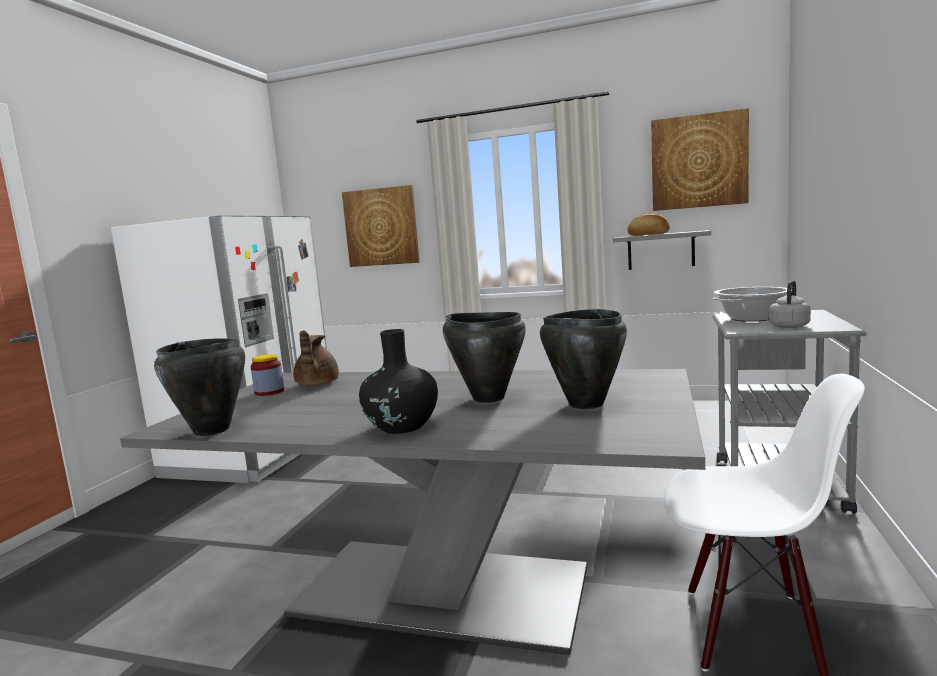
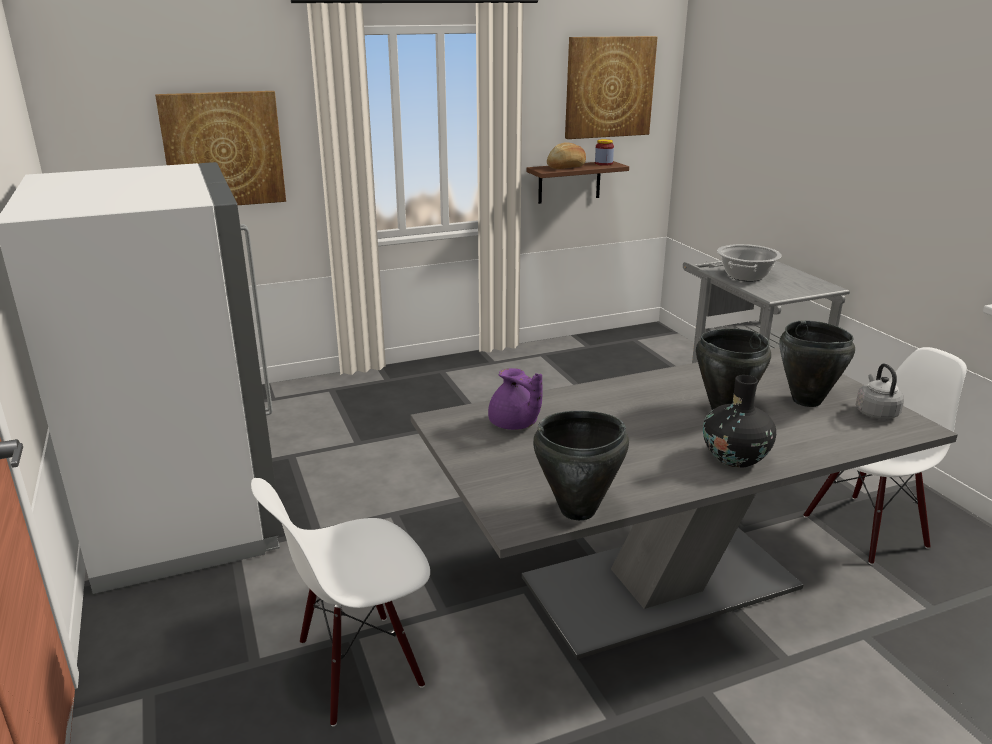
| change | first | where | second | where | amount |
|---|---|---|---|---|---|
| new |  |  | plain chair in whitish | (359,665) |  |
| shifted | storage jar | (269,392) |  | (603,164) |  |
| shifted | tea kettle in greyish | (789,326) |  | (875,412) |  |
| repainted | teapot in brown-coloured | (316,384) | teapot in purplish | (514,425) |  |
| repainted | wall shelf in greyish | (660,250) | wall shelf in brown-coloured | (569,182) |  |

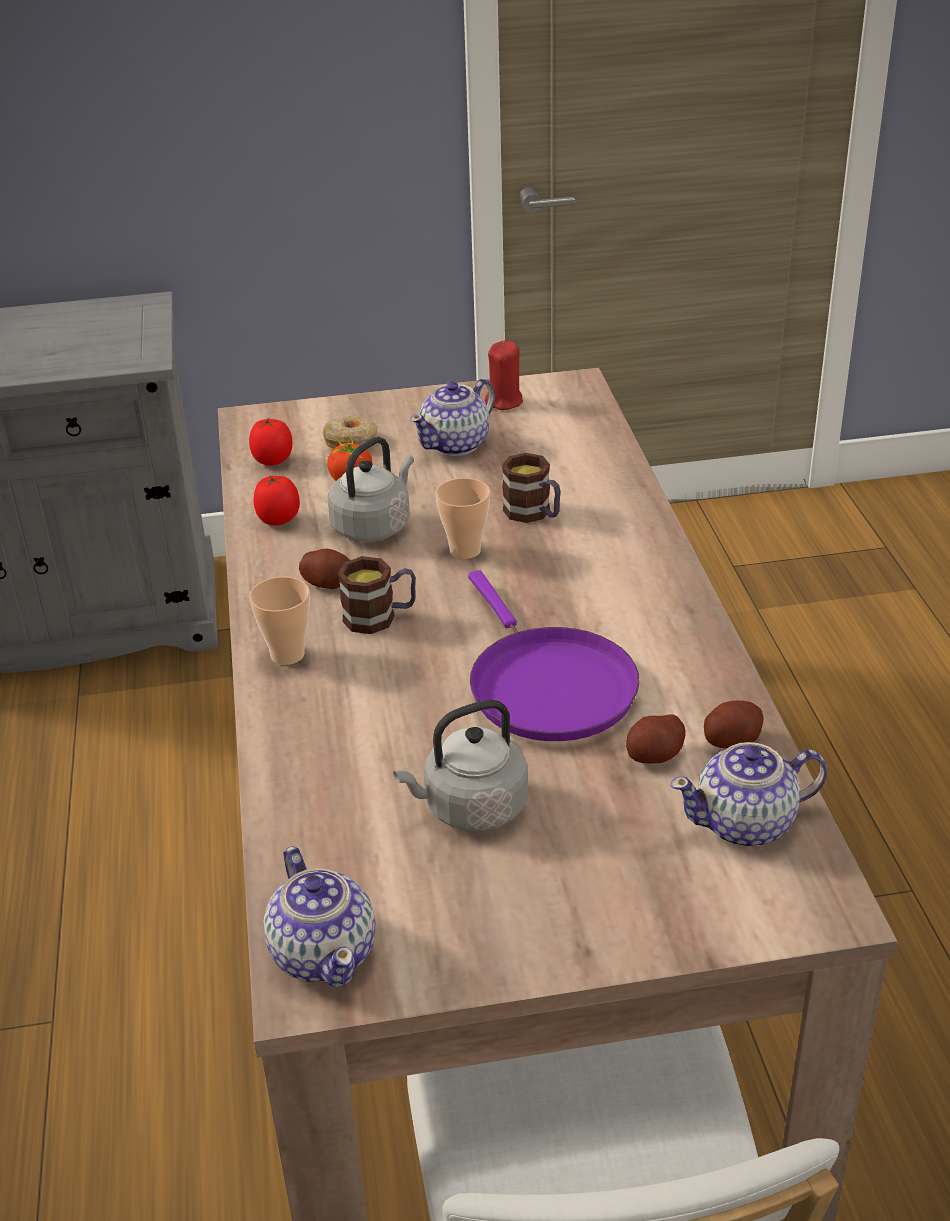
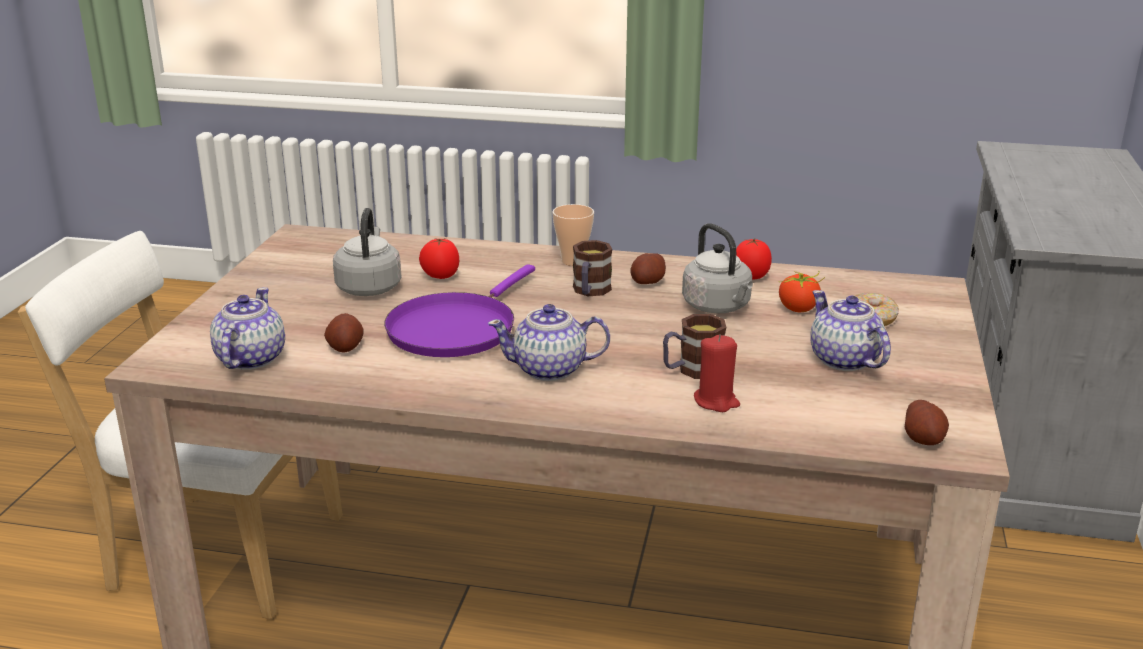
| change | first | where | second | where | amount |
|---|---|---|---|---|---|
| gone | drinking cup | (465,550) |  |  |  |
| shifted | tomato | (273,461) |  | (440,276) |  |
| shifted | teapot | (324,952) |  | (550,370) |  |
| shifted | wax candle in red | (504,401) |  | (716,401) |  |
| shifted | potato | (731,740) |  | (923,438) |  |
| rotated | frying pan in purplish | (547,686) |  | (455,329) | 60 degrees counterclockwise |

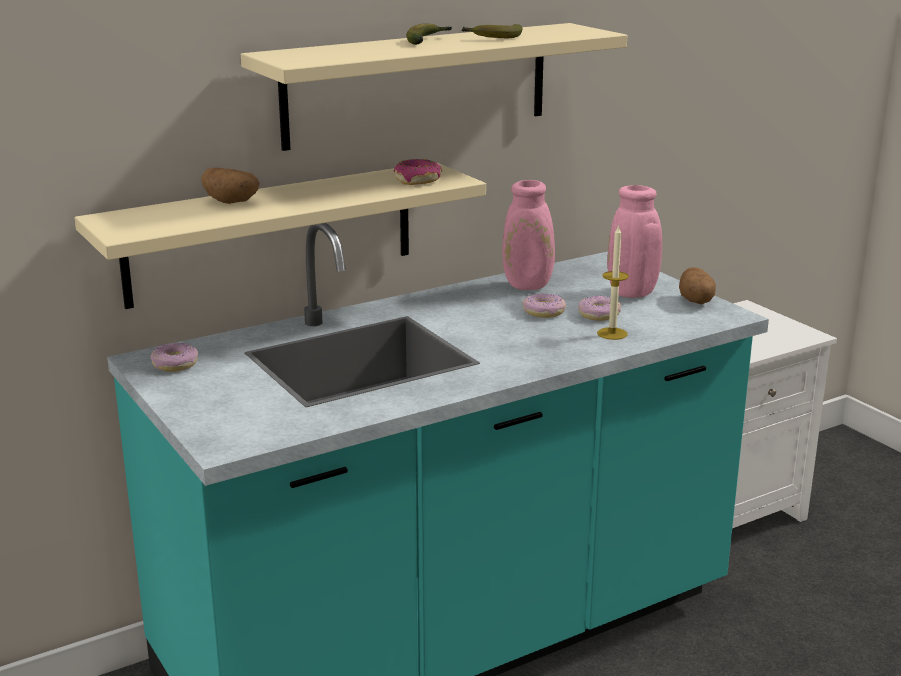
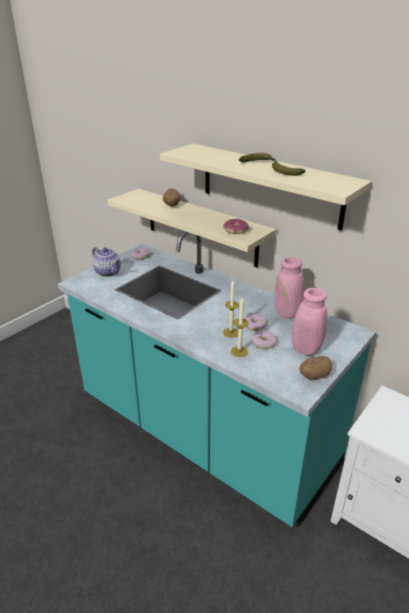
| change | first | where | second | where | amount |
|---|---|---|---|---|---|
| new |  |  | teapot | (108,272) |  |
| new |  |  | wax candle | (231,332) |  |

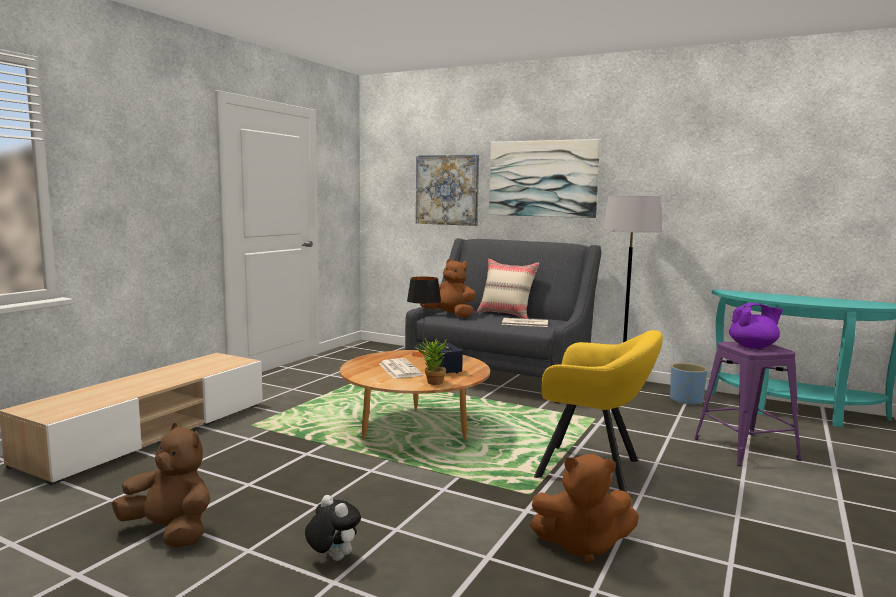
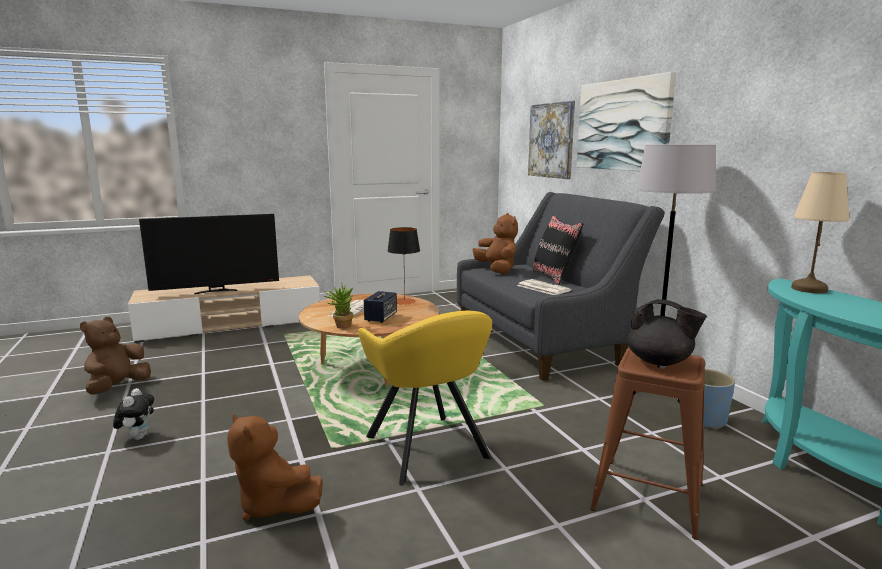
| change | first | where | second | where | amount |
|---|---|---|---|---|---|
| new |  |  | TV set | (216,291) |  |
| new |  |  | table lamp in beige | (809,289) |  |
| repainted | pillow in beige | (506,314) | pillow in black-coloured | (554,277) |  |
| repainted | stool in purplish | (745,449) | stool in brown-coloured | (648,496) |  |
| repainted | teapot in purplish | (753,347) | teapot in black-coloured | (660,362) |  |
| rotated | plush toy in brown-coloured | (170,532) |  | (117,387) | 135 degrees counterclockwise |

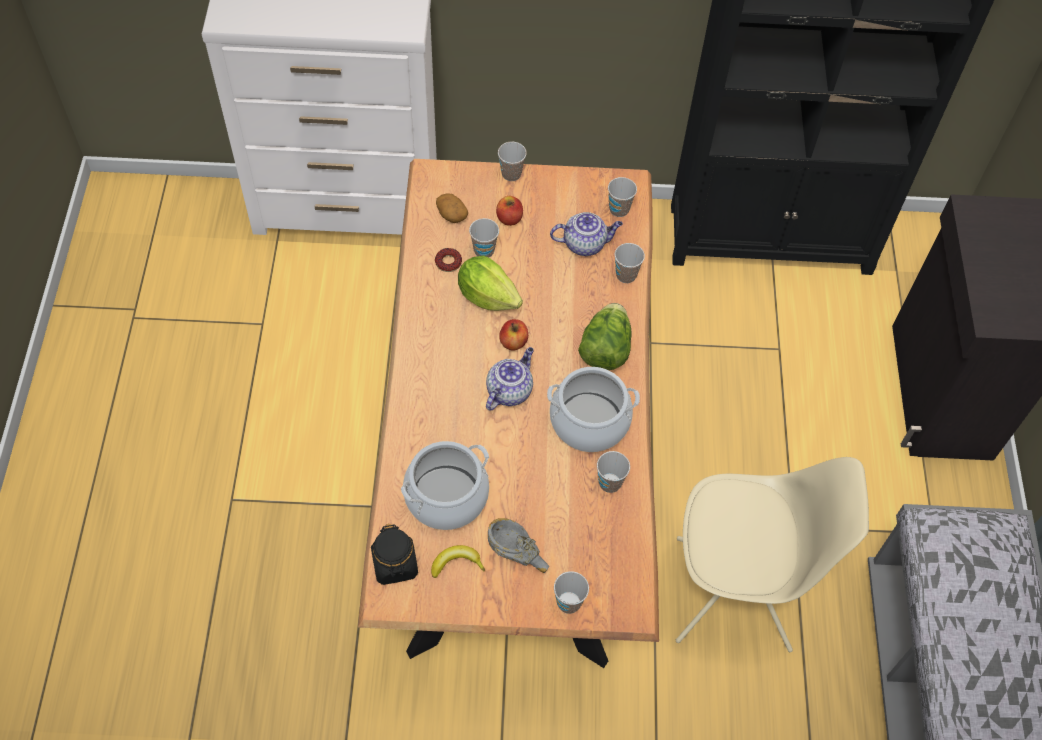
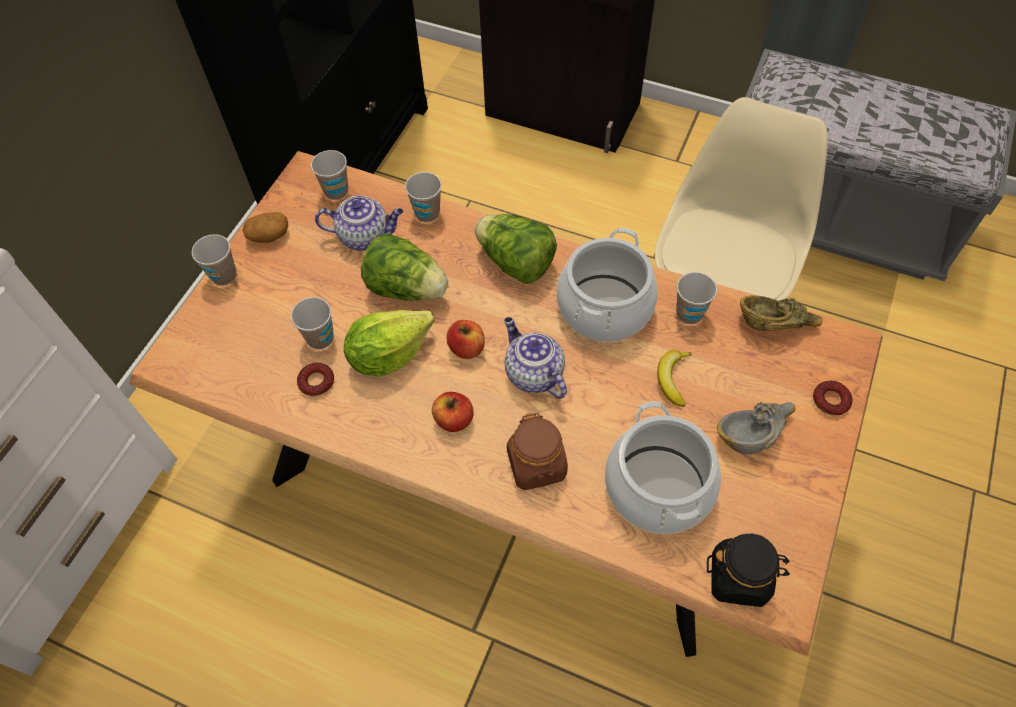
| change | first | where | second | where | amount |
|---|---|---|---|---|---|
| new |  |  | lettuce head | (407,288) |  |
| new |  |  | storage jar in brown-coloured | (537,465) |  |
| new |  |  | deep dish in brown-coloured | (776,322) |  |
| shifted | banana fruit | (456,563) |  | (672,379) |  |
| shifted | potato | (451,214) |  | (268,235) |  |
| shifted | whole apple | (509,218) |  | (454,420) |  |
| swapped | drinking cup | (569,602) | doughnut | (830,401) |  |
| rotated | teapot | (585,244) |  | (365,236) | 75 degrees clockwise |

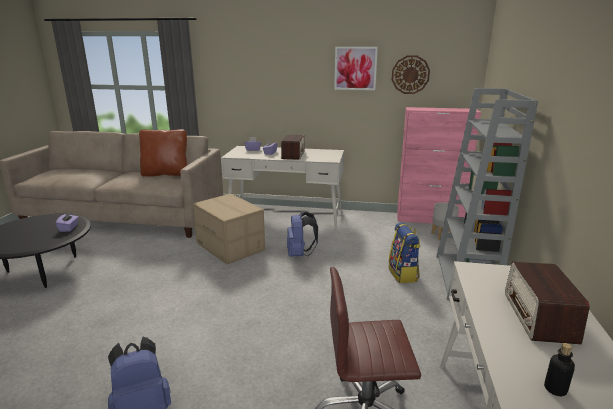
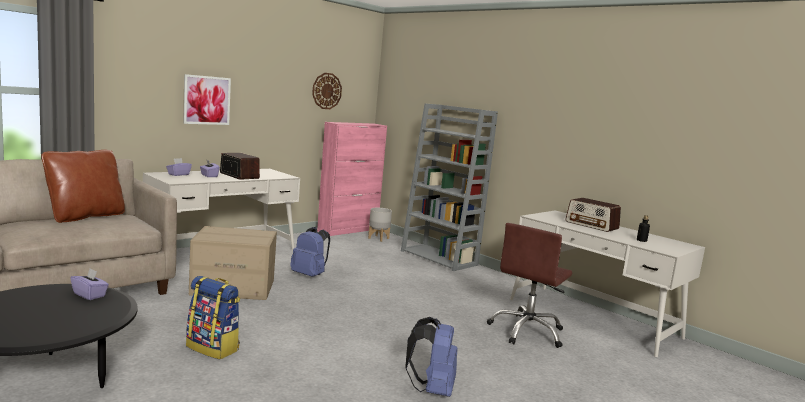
| change | first | where | second | where | amount |
|---|---|---|---|---|---|
| shifted | wall picture | (355,68) |  | (206,100) |  |
| shifted | rucksack | (403,274) |  | (213,348) |  |

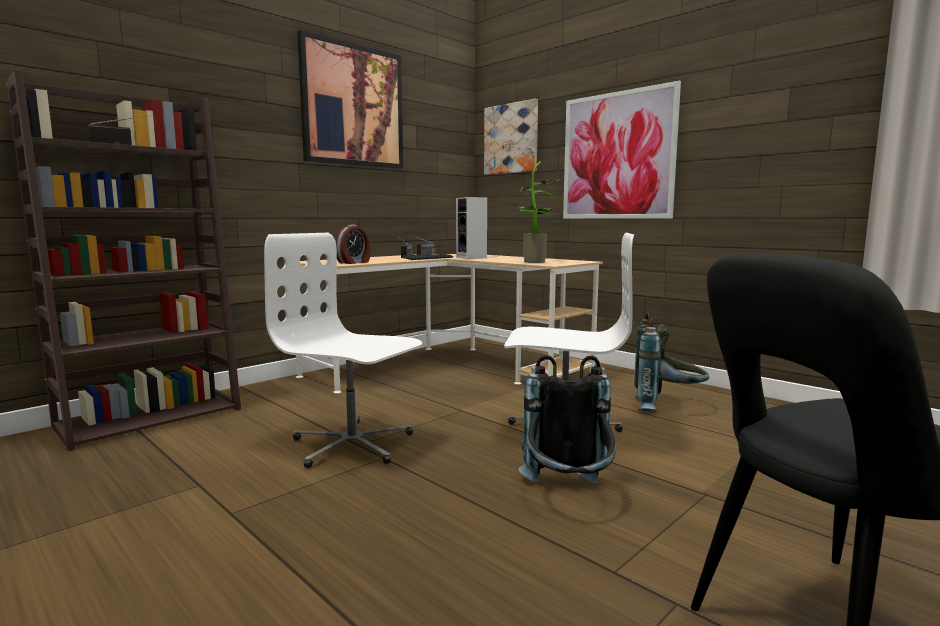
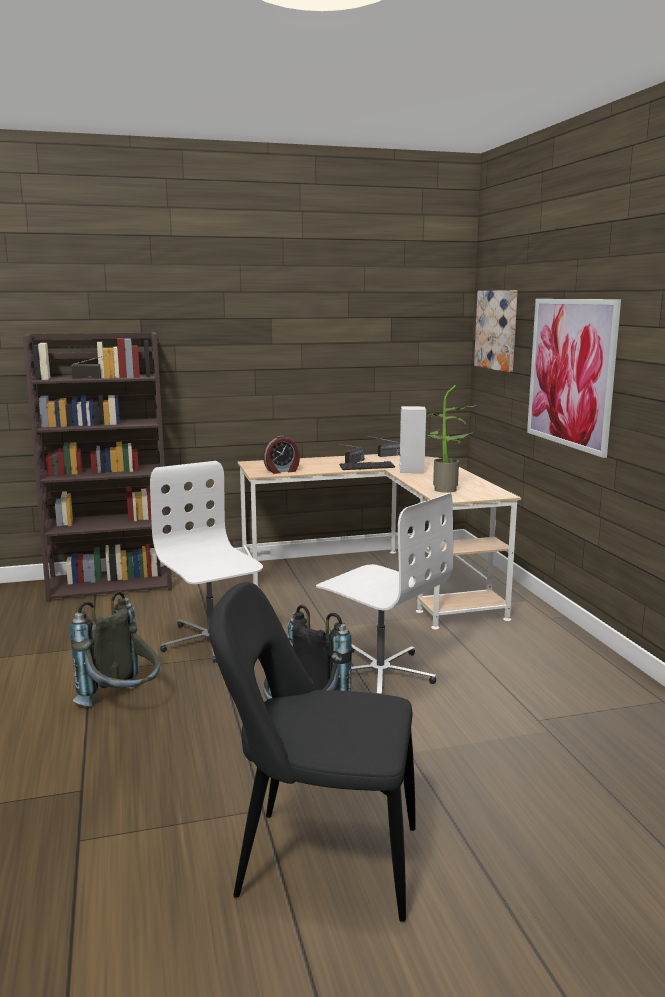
| change | first | where | second | where | amount |
|---|---|---|---|---|---|
| gone | wall picture | (353,106) |  |  |  |
| shifted | rucksack in greyish | (666,406) |  | (123,704) |  |

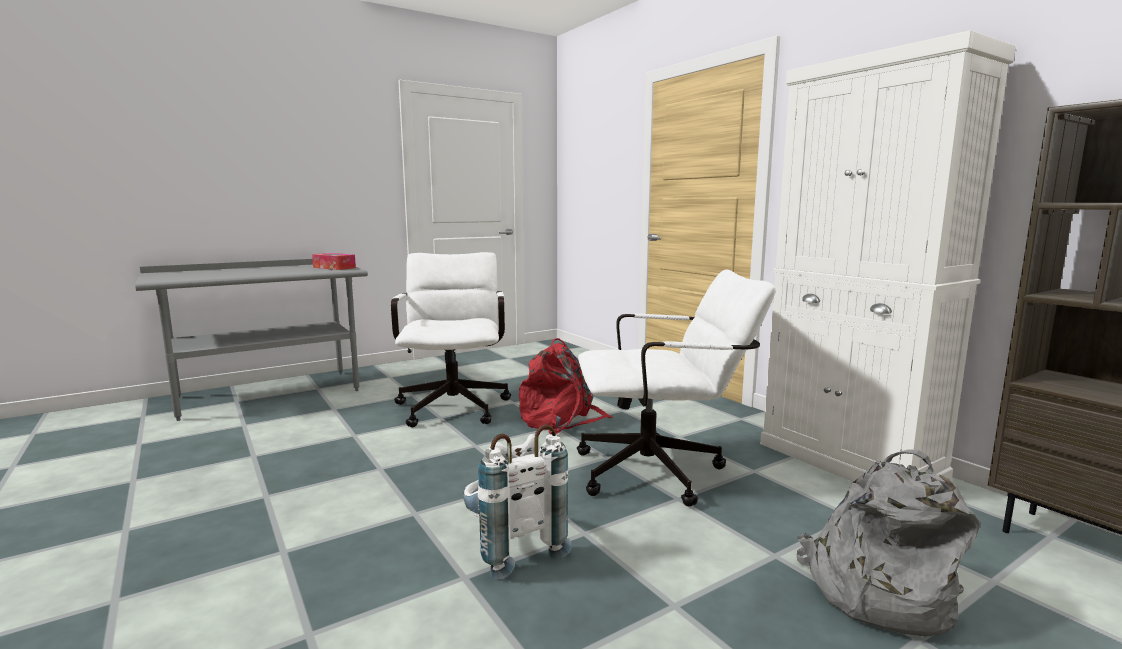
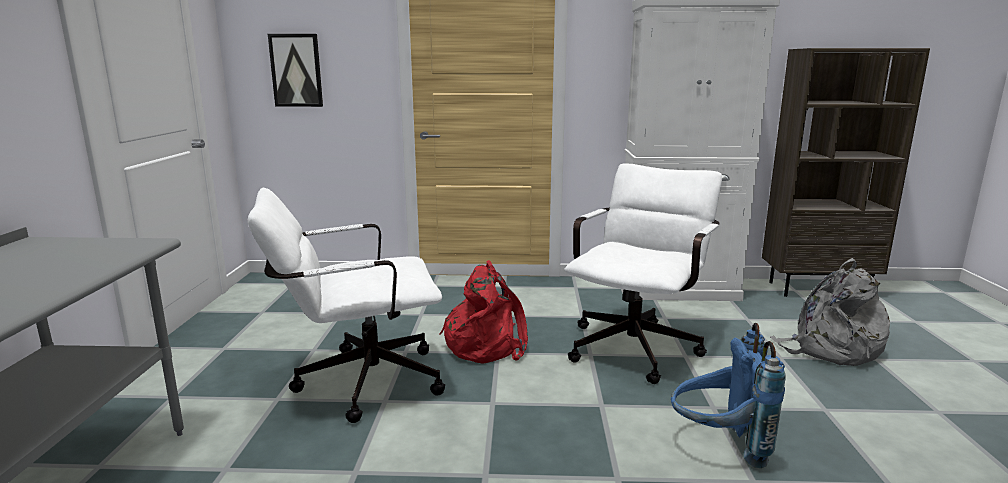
| change | first | where | second | where | amount |
|---|---|---|---|---|---|
| gone | tissue holder | (334,268) |  |  |  |
| new |  |  | wall picture | (296,70) |  |
| repainted | rucksack in whitish | (511,548) | rucksack in bluish | (718,446) |  |
| rotated | office chair in whitish | (454,404) |  | (357,382) | 45 degrees counterclockwise |

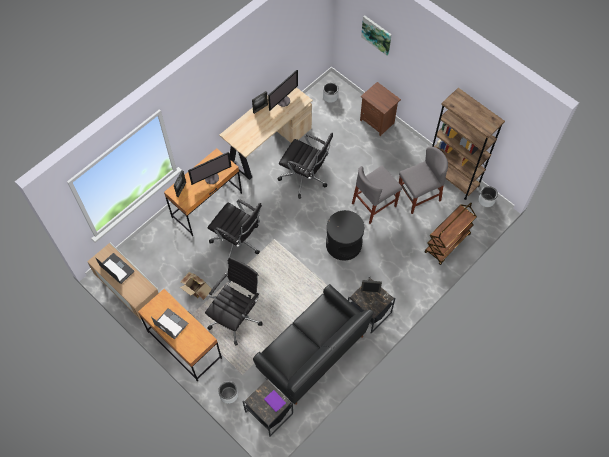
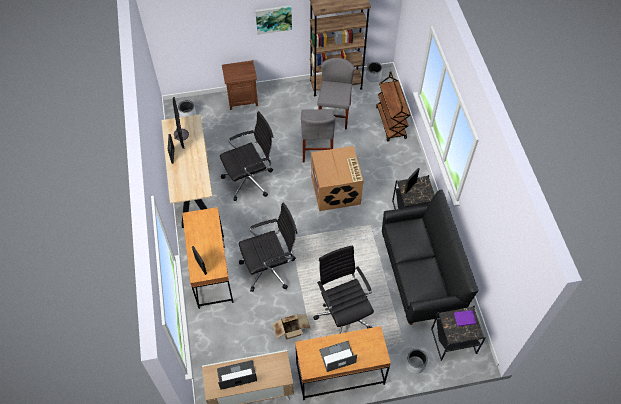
| change | first | where | second | where | amount |
|---|---|---|---|---|---|
| gone | computer display | (211,177) |  |  |  |
| shifted | wall picture | (377,34) |  | (273,19) |  |
| swapped | accent table in black-coloured | (343,244) | carton | (336,191) |  |

